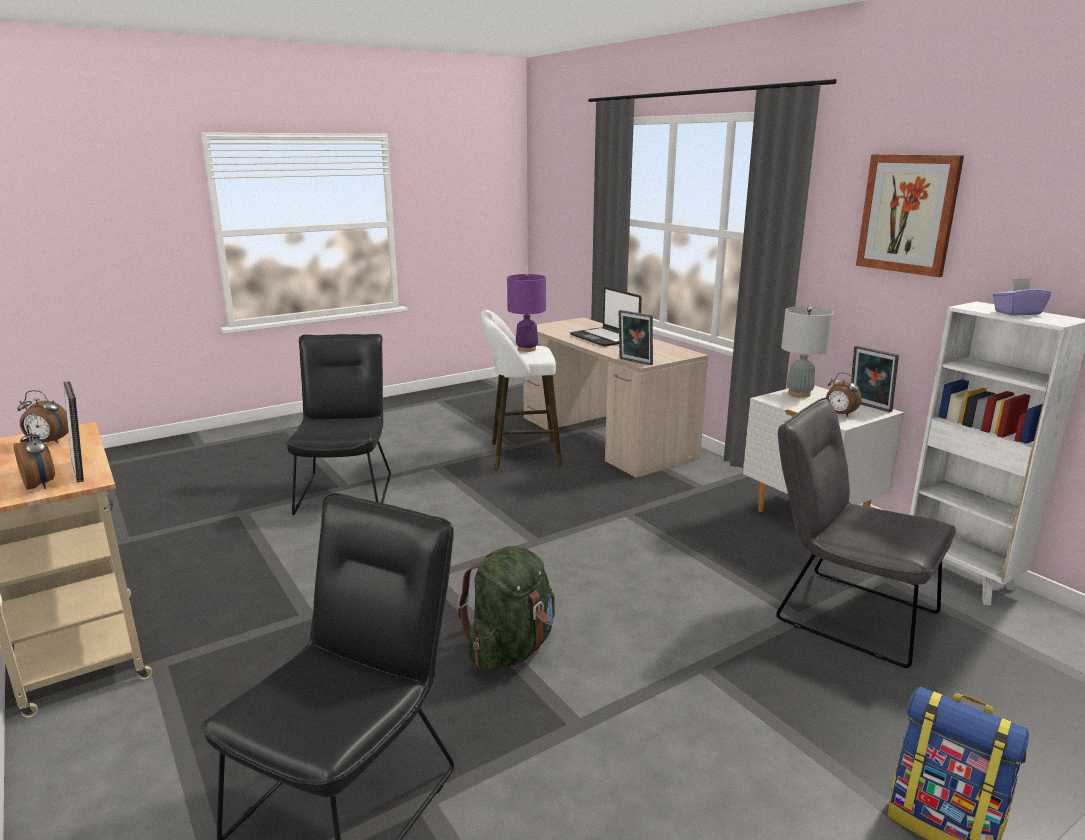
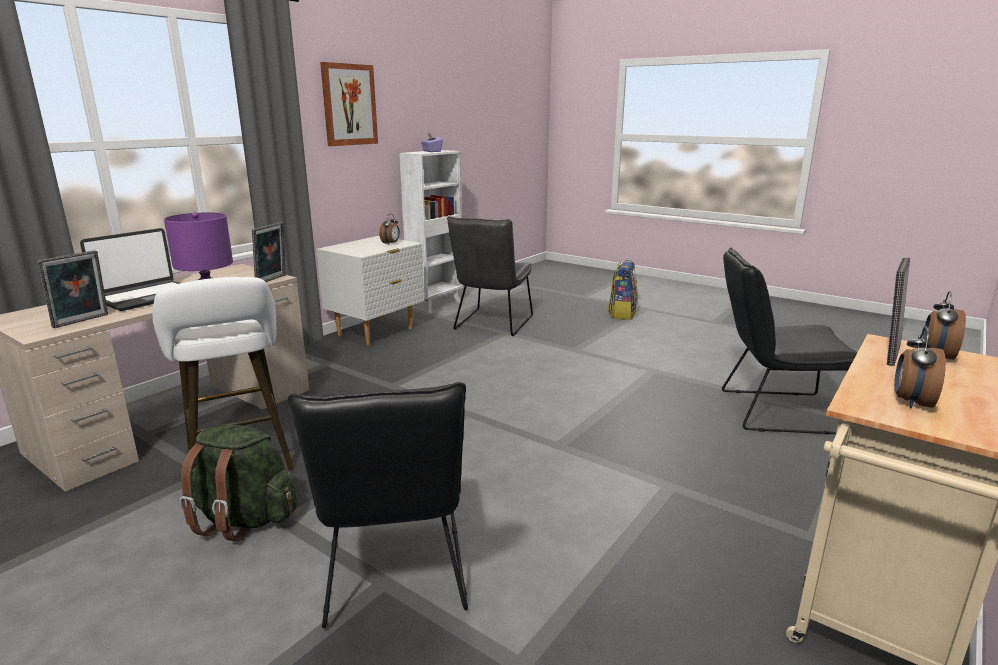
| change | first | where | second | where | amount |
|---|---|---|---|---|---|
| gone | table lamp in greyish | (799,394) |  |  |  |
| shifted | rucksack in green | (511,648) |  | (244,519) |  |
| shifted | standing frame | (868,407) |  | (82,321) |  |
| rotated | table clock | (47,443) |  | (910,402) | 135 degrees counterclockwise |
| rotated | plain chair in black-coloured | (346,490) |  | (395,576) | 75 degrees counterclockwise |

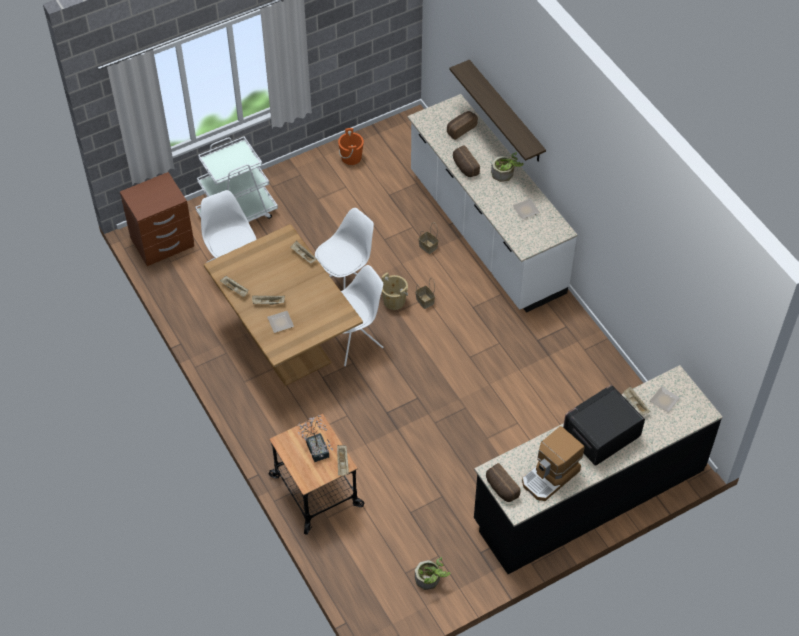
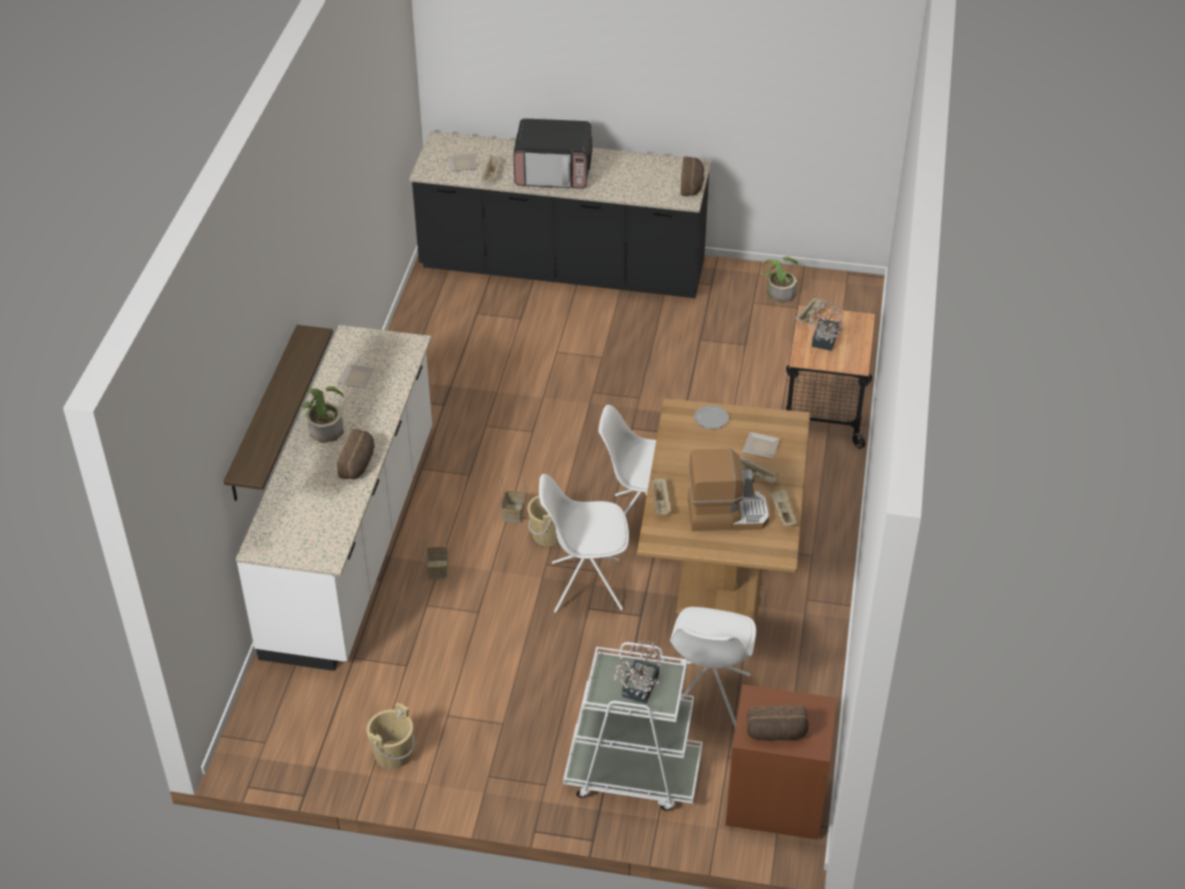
| change | first | where | second | where | amount |
|---|---|---|---|---|---|
| new |  |  | houseplant | (638,689) |  |
| new |  |  | dinner plate | (712,418) |  |
| shifted | baked bread | (460,129) |  | (776,734) |  |
| shifted | coffee brewer | (550,477) |  | (726,513) |  |
| repainted | bucket in orange | (351,157) | bucket in beige | (393,754) |  |

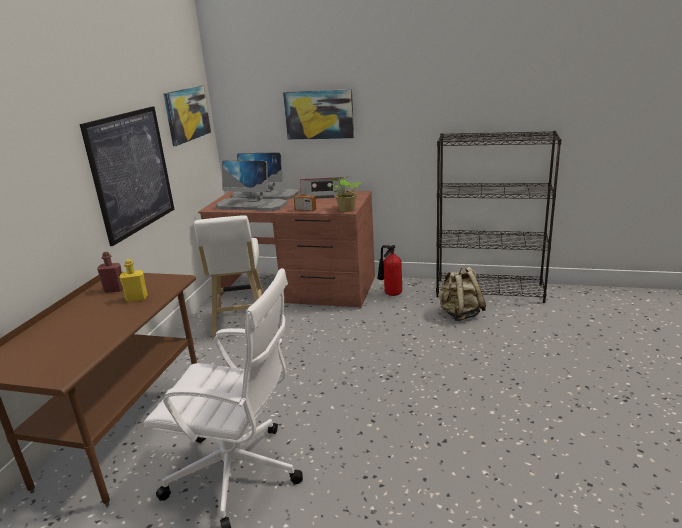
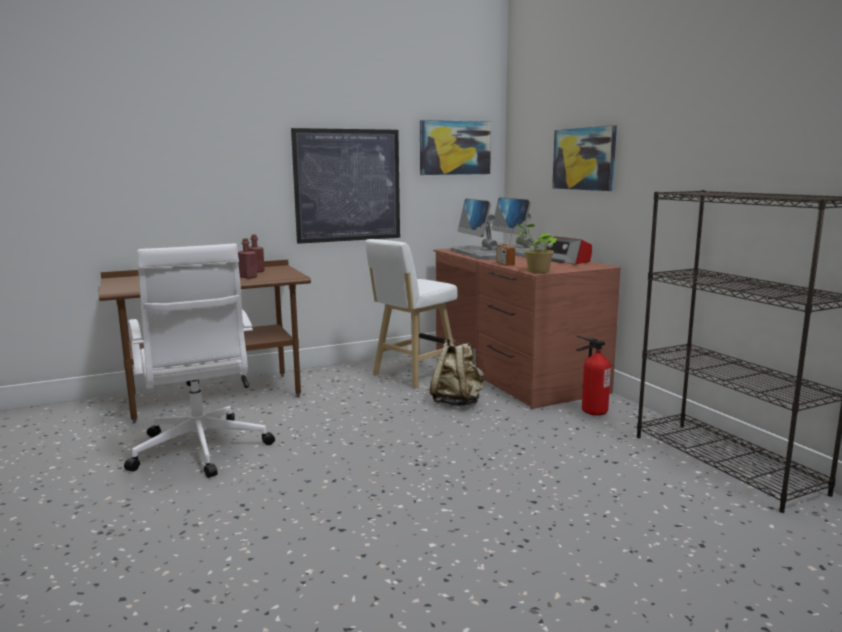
| change | first | where | second | where | amount |
|---|---|---|---|---|---|
| shifted | rucksack in beige | (460,314) |  | (457,402) |  |
| repainted | bottle in yellowish | (137,298) | bottle in red | (248,277) |  |

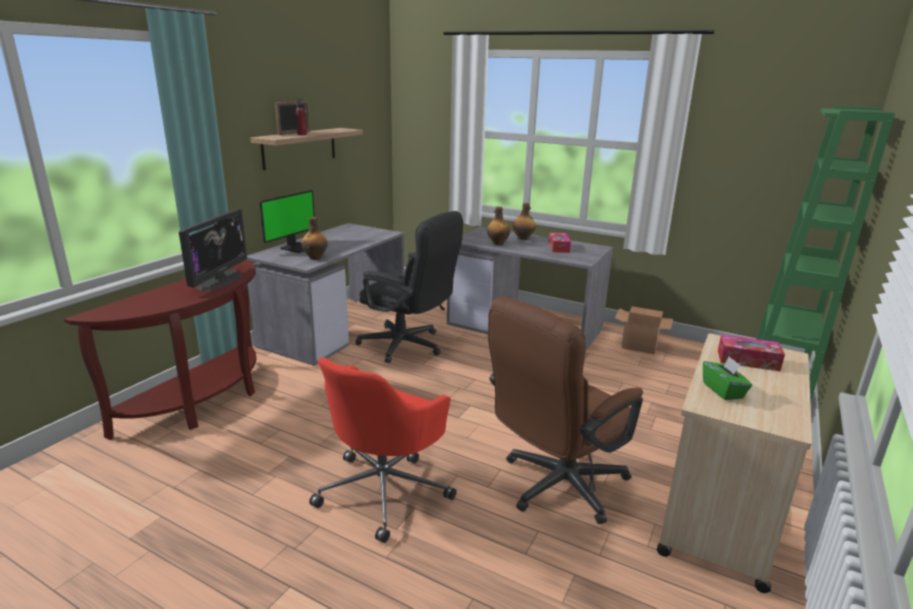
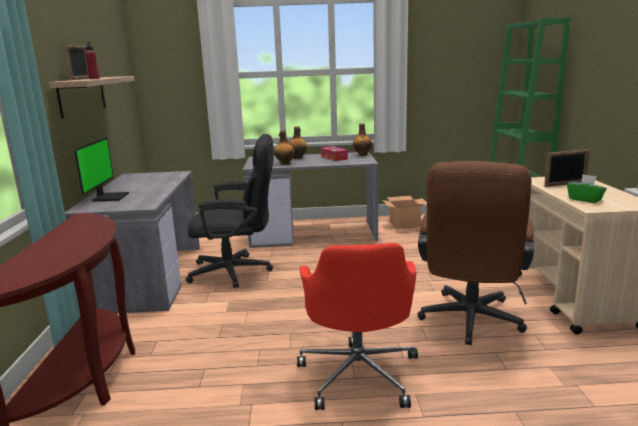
| change | first | where | second | where | amount |
|---|---|---|---|---|---|
| gone | computer display | (219,280) |  |  |  |
| shifted | bottle | (315,257) |  | (362,155) |  |
| swapped | tissue holder | (748,360) | standing frame | (565,184) |  |

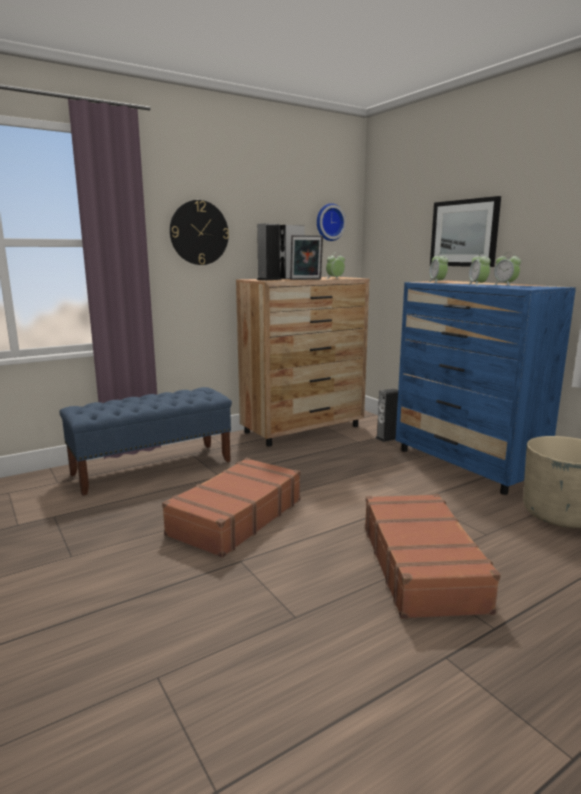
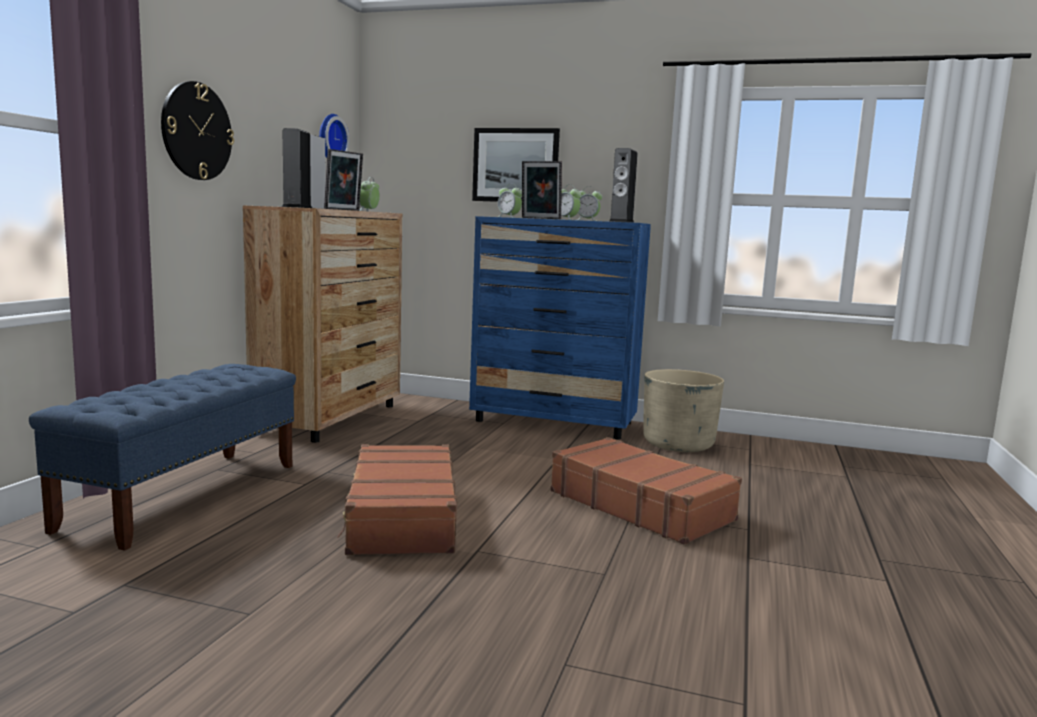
| change | first | where | second | where | amount |
|---|---|---|---|---|---|
| new |  |  | standing frame | (540,218) |  |
| shifted | speaker | (387,438) |  | (621,222) |  |

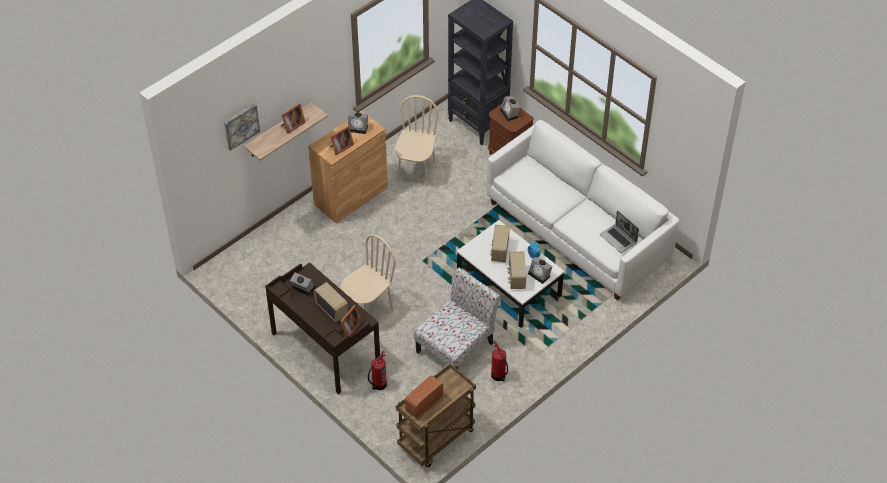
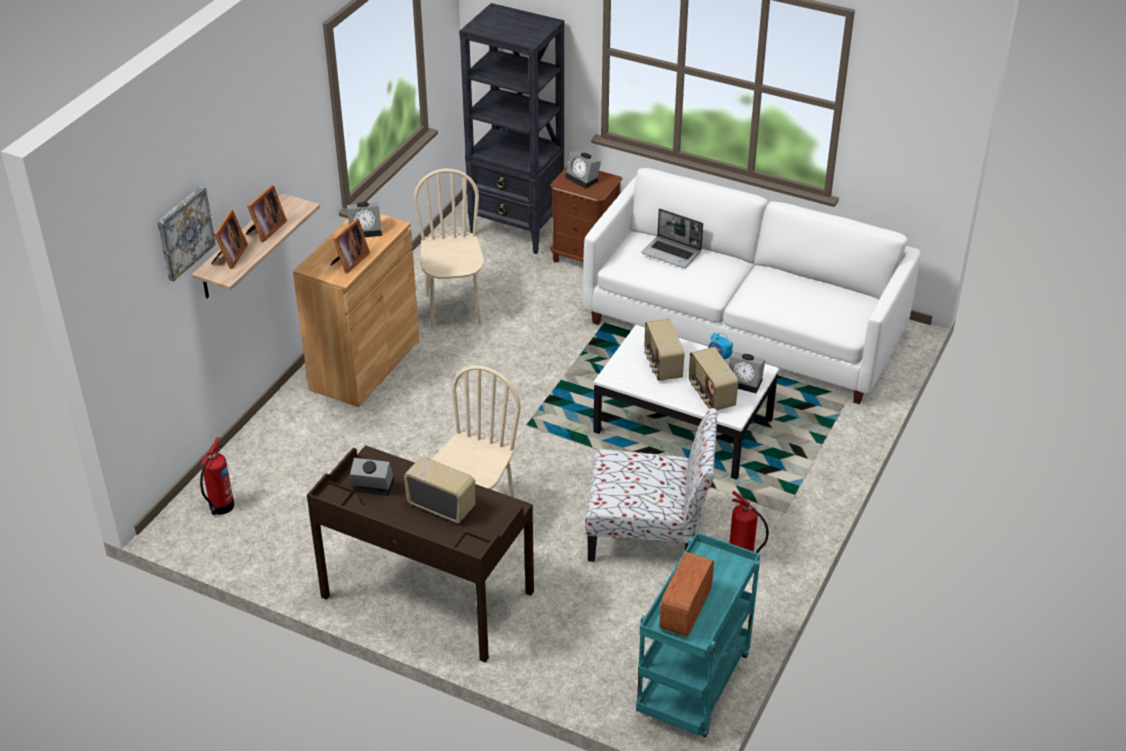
| change | first | where | second | where | amount |
|---|---|---|---|---|---|
| shifted | standing frame | (349,328) |  | (229,257) |  |
| shifted | extinguisher | (378,385) |  | (220,507) |  |
| shifted | portable computer | (619,239) |  | (672,253) |  |
| repainted | wheeled cart in brown-coloured | (436,440) | wheeled cart in turquoise-coloured | (694,687) |  |
| rotated | plain chair | (456,346) |  | (648,533) | 75 degrees clockwise |

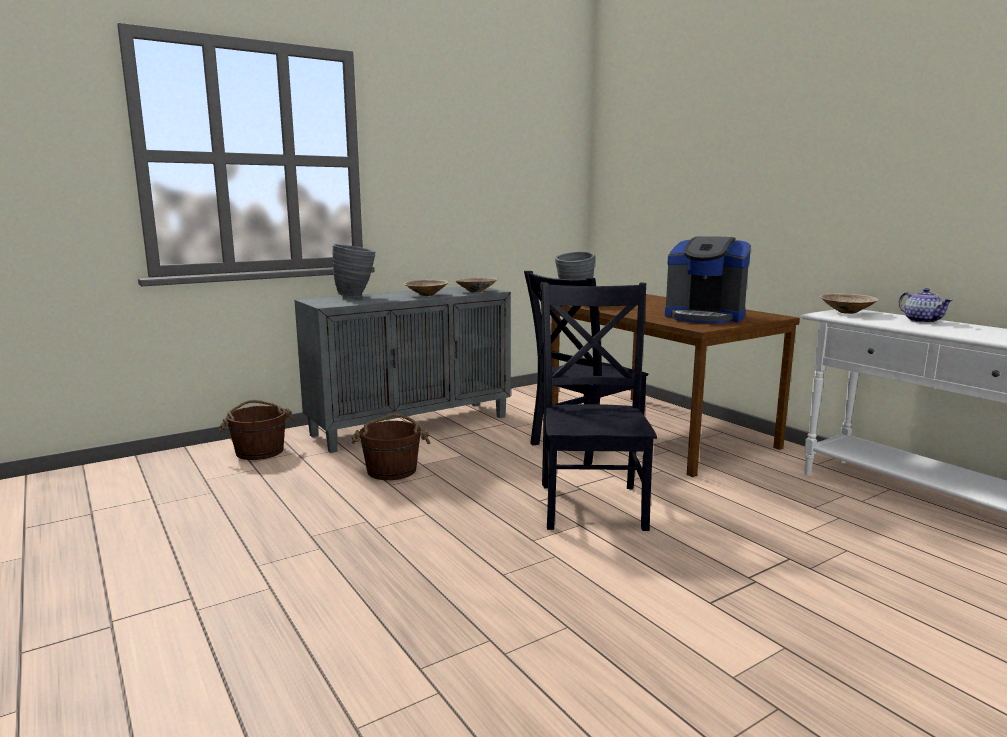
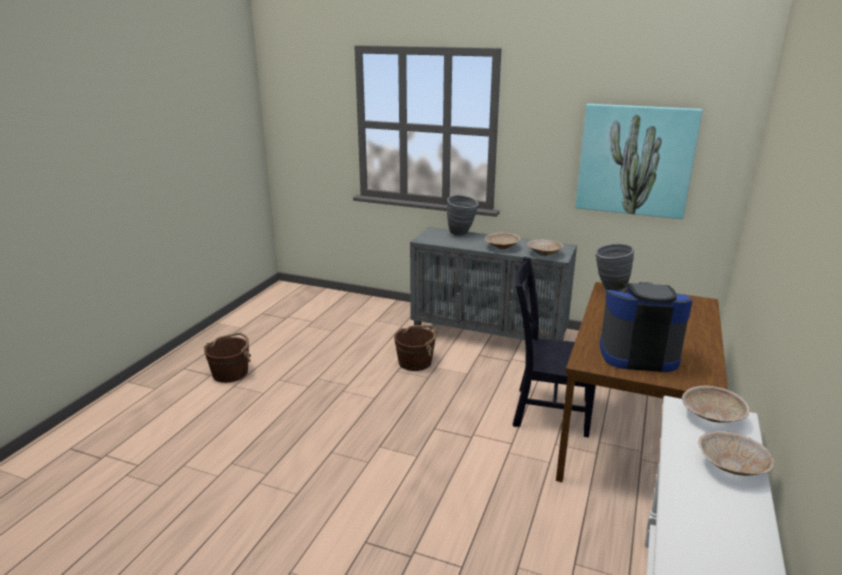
| change | first | where | second | where | amount |
|---|---|---|---|---|---|
| gone | plain chair in black-coloured | (592,503) |  |  |  |
| new |  |  | wall picture | (635,160) |  |
| shifted | bucket in brown-coloured | (259,451) |  | (231,373) |  |
| swapped | teapot | (922,321) | deep dish in beige | (732,467) |  |
| rotated | coffee brewer | (704,317) |  | (638,354) | 105 degrees clockwise |

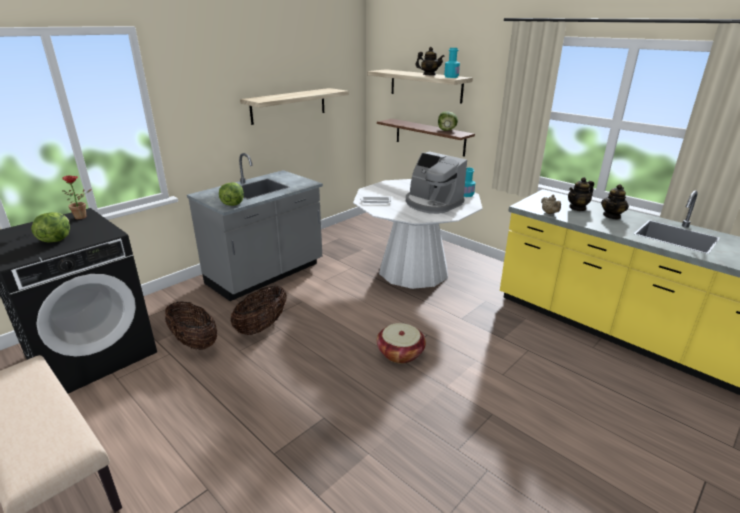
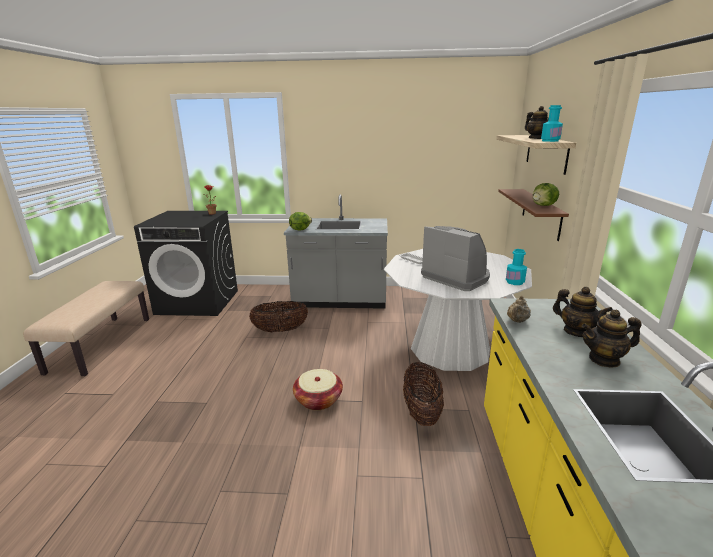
| change | first | where | second | where | amount |
|---|---|---|---|---|---|
| gone | lettuce head | (55,240) |  |  |  |
| gone | wall shelf | (289,105) |  |  |  |
| shifted | household basket | (194,342) |  | (421,412) |  |
| rotated | coffee brewer | (432,204) |  | (456,277) | 135 degrees clockwise |
| rotated | teapot | (577,208) |  | (576,332) | 150 degrees counterclockwise |

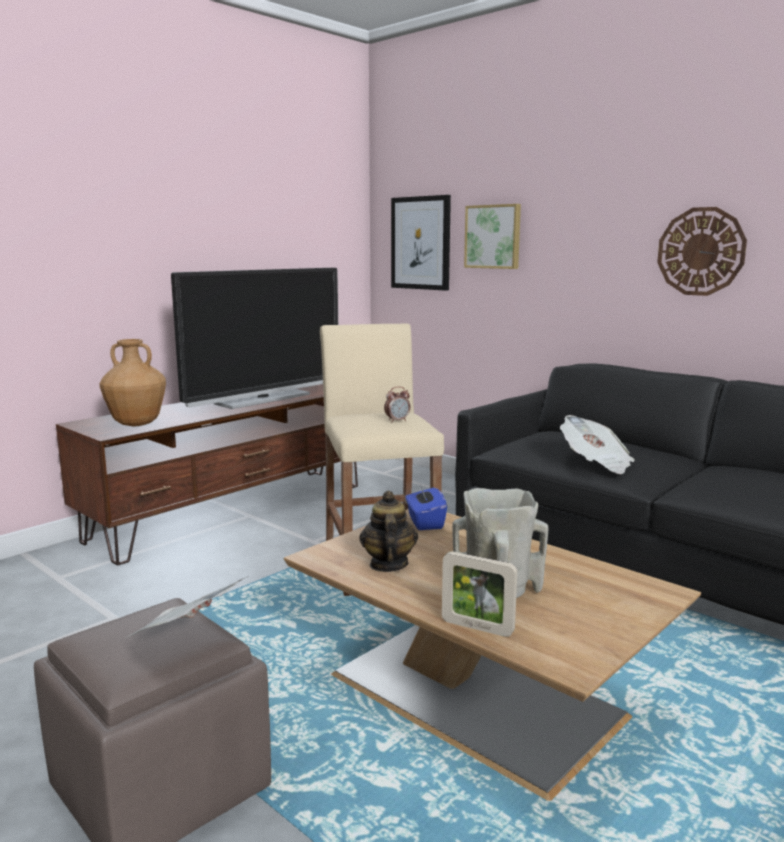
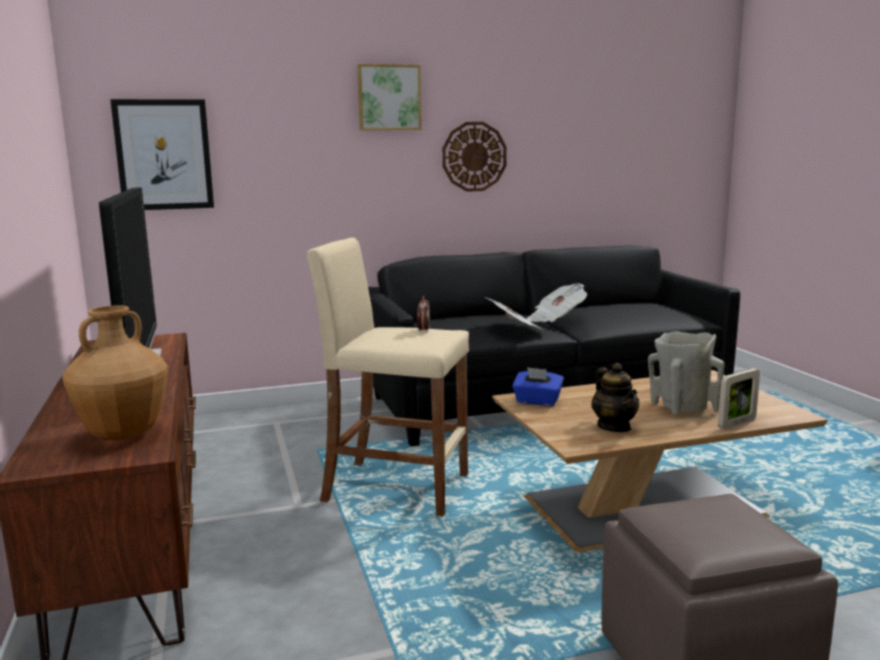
| change | first | where | second | where | amount |
|---|---|---|---|---|---|
| shifted | newspaper | (187,637) |  | (556,319) |  |
| shifted | wall picture | (493,236) |  | (389,97) |  |
| rotated | teapot | (388,564) |  | (614,427) | 135 degrees counterclockwise |

